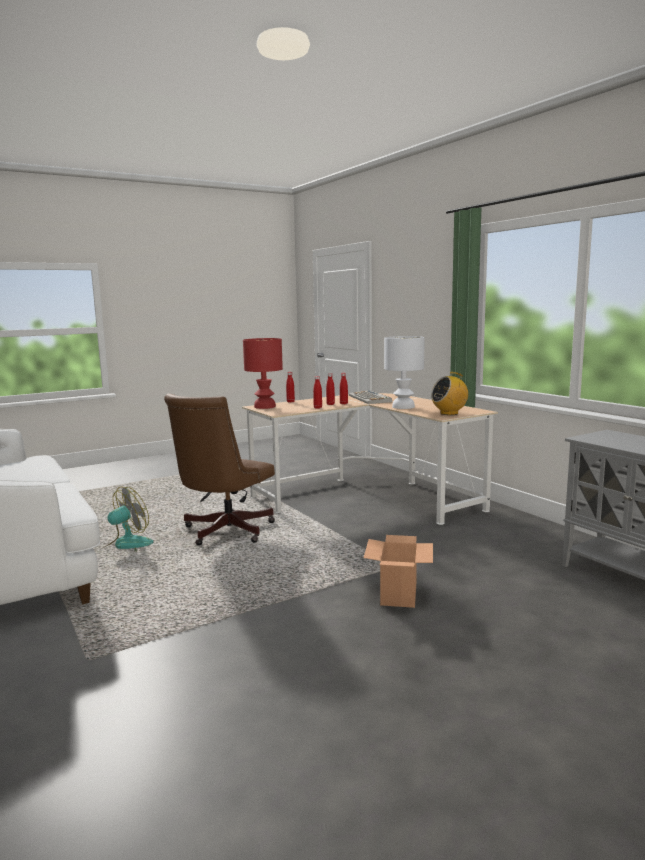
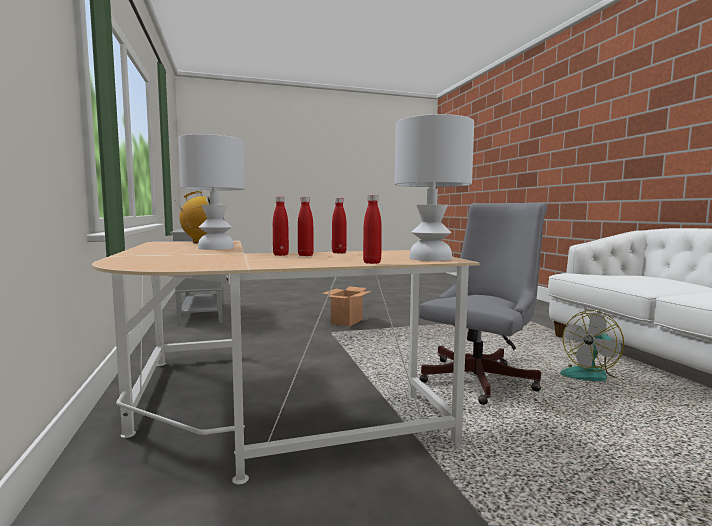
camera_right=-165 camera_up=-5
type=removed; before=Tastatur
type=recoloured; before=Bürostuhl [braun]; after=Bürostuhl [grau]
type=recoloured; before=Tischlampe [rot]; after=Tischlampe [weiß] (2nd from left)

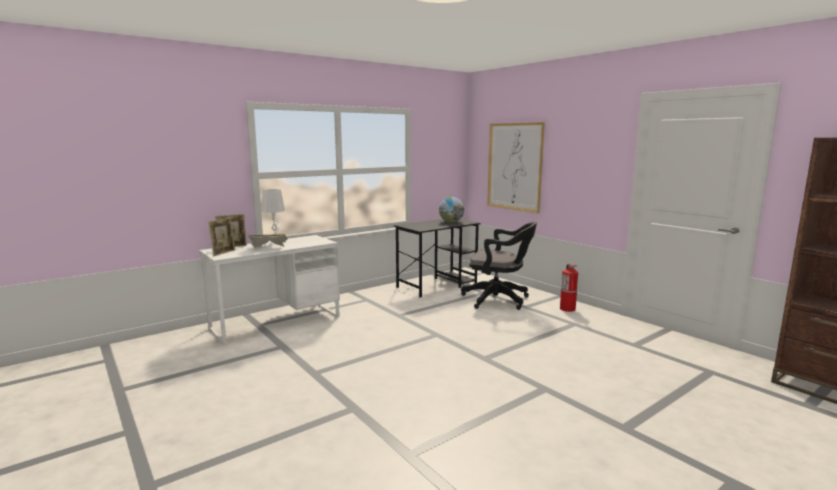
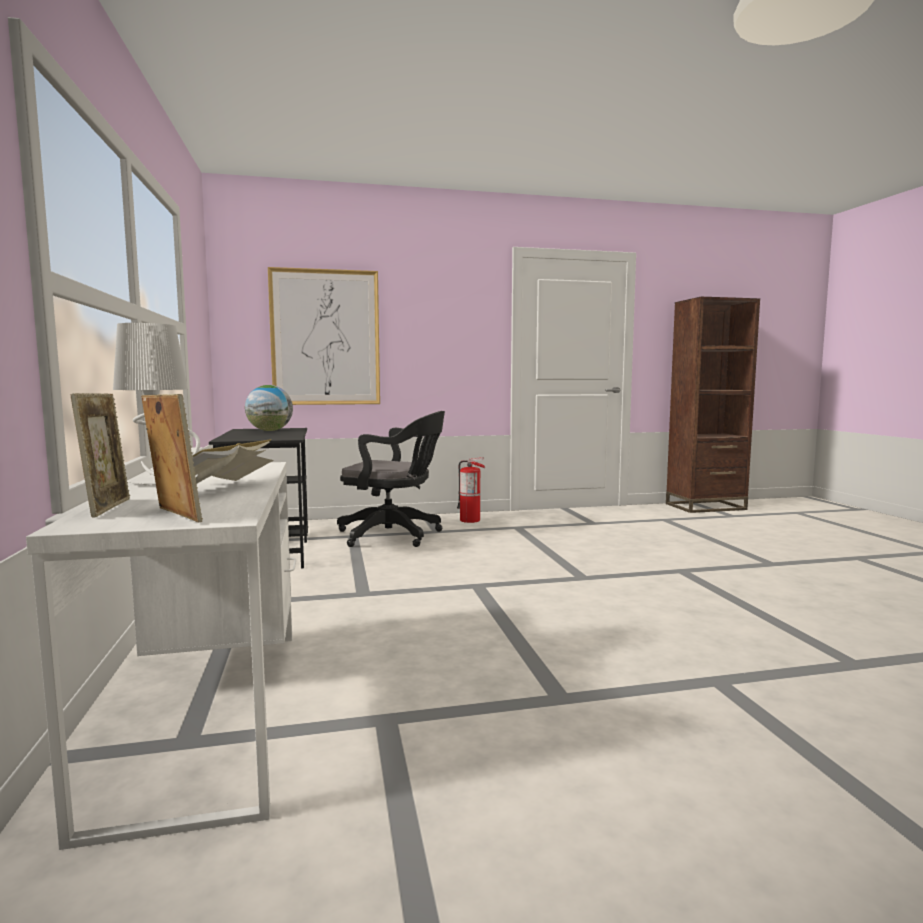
camera_right=-65 camera_up=-5
type=turned; before=Bürostuhl [schwarz]; turn=60

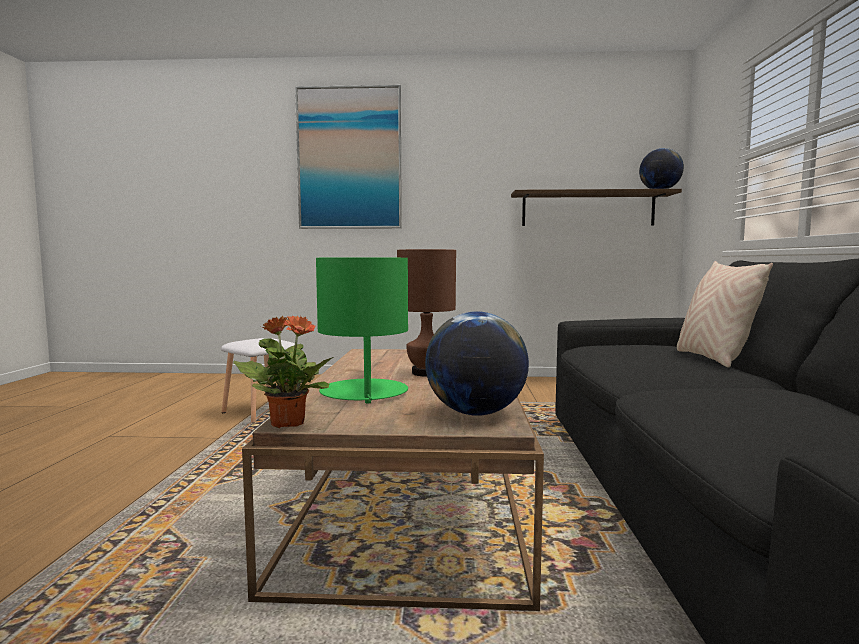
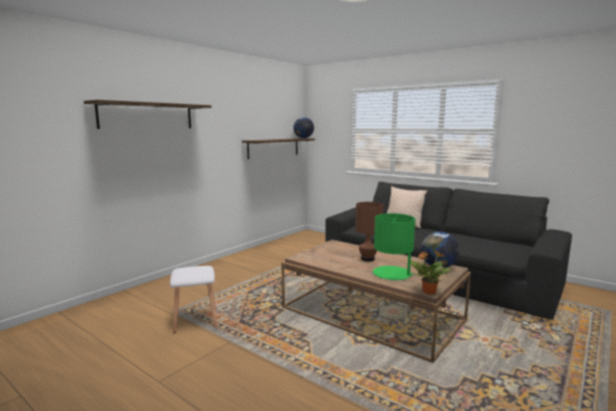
camera_right=-55 camera_up=5
type=replaced; before=Bild; after=Wandregal (1st from left)

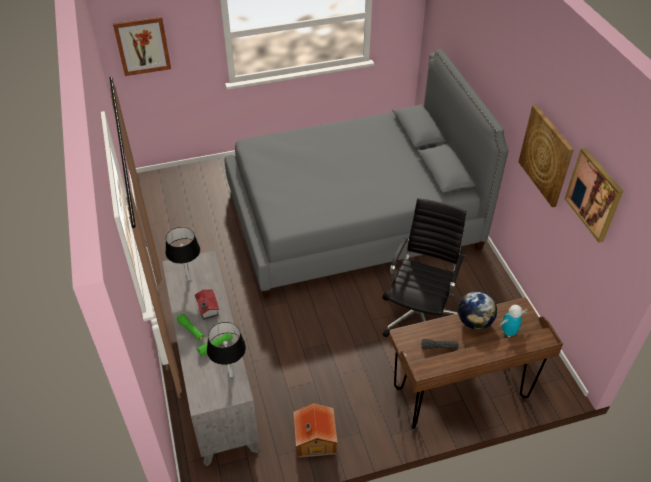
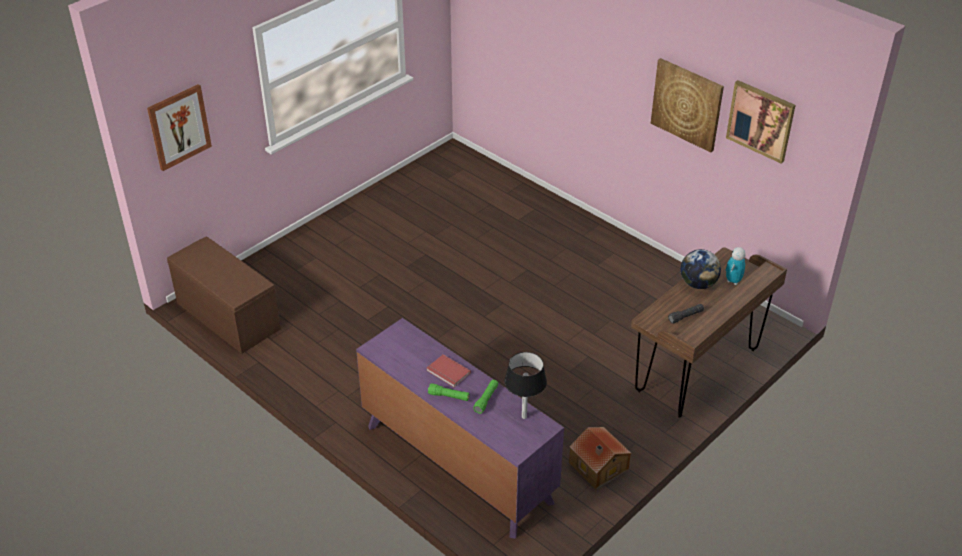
camera_right=-30 camera_up=-5
type=removed; before=Tischlampe [schwarz] (1st from left)
type=removed; before=Bett [grau]
type=removed; before=Bürostuhl [schwarz]
type=added; after=Bank [braun]
type=replaced; before=Spielzeughaus (1st from left); after=Buch [rot]
type=recoloured; before=Kommode [grau]; after=Kommode [lila]

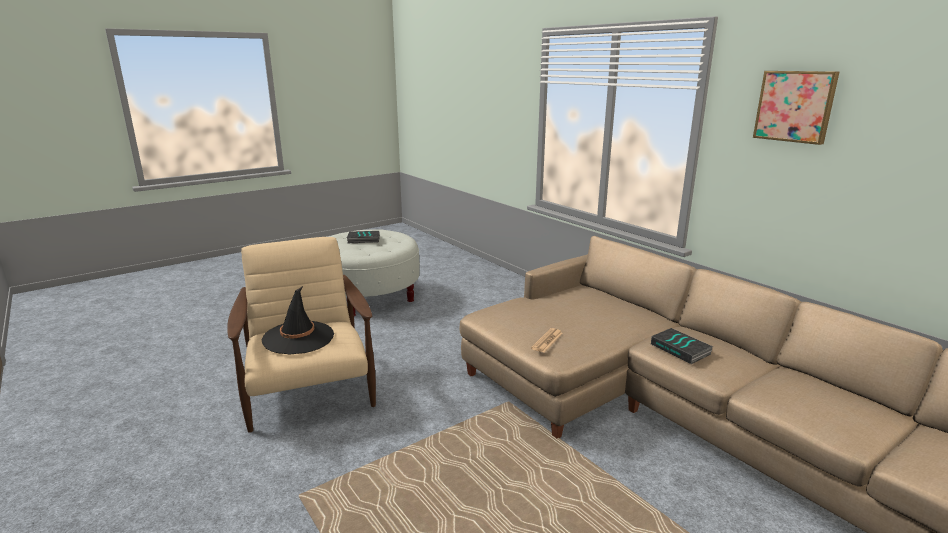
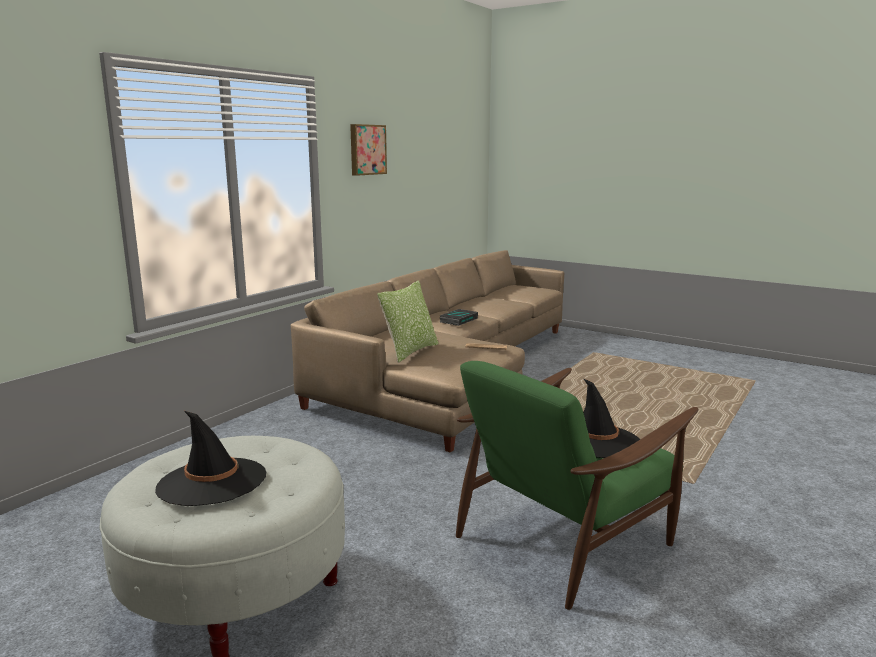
camera_right=-110 camera_up=-5
type=added; after=Kissen
type=replaced; before=Buch (1st from left); after=Hut [schwarz] (1st from left)
type=recoloured; before=Sessel [beige]; after=Sessel [grün]

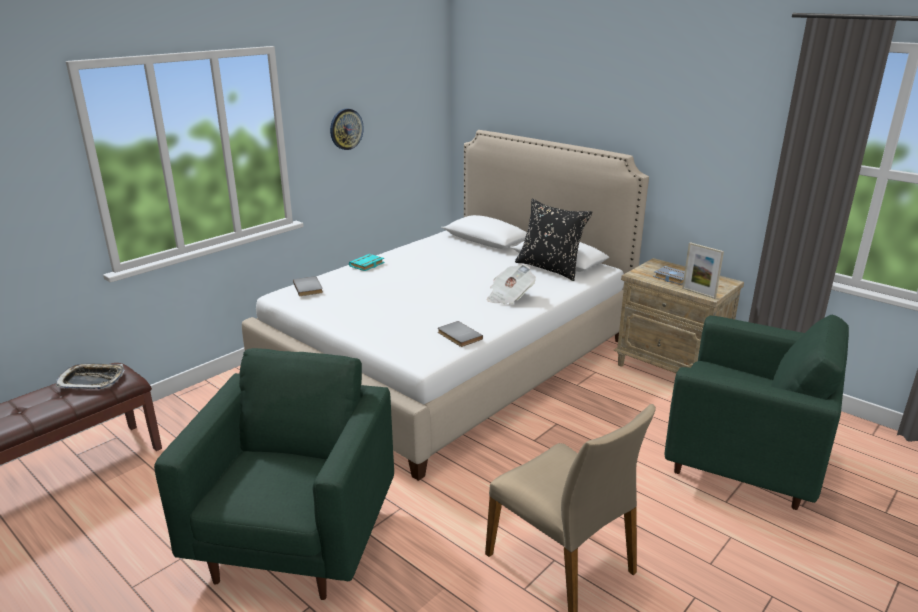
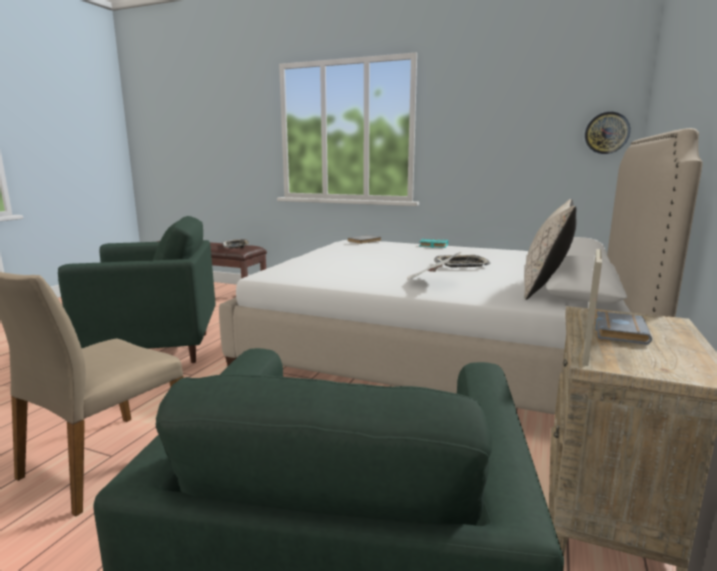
camera_right=70 camera_up=-10
type=removed; before=Buch [grau] (2nd from left)
type=added; after=Tablett (2nd from left)
type=moved; before=Wanduhr
type=recoloured; before=Kissen [schwarz]; after=Kissen [beige]

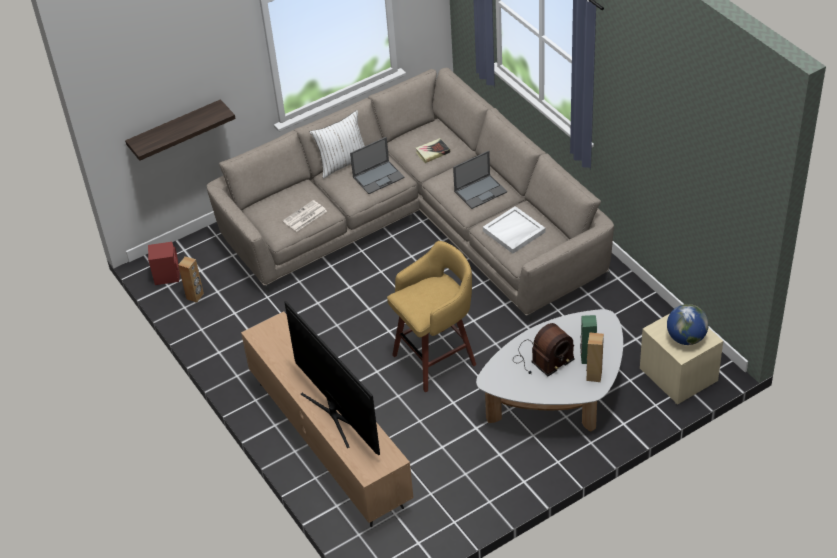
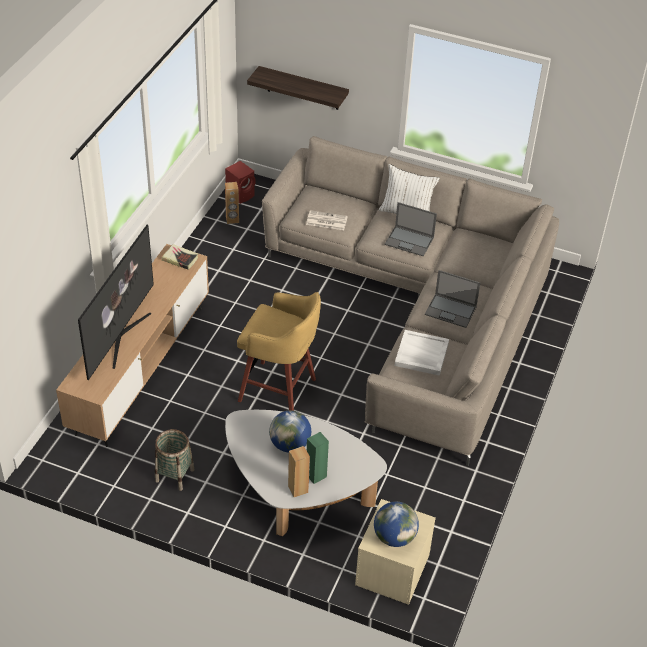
camera_right=50 camera_up=0
type=added; after=Korb
type=moved; before=Buch
type=replaced; before=Radio; after=Globus (1st from left)

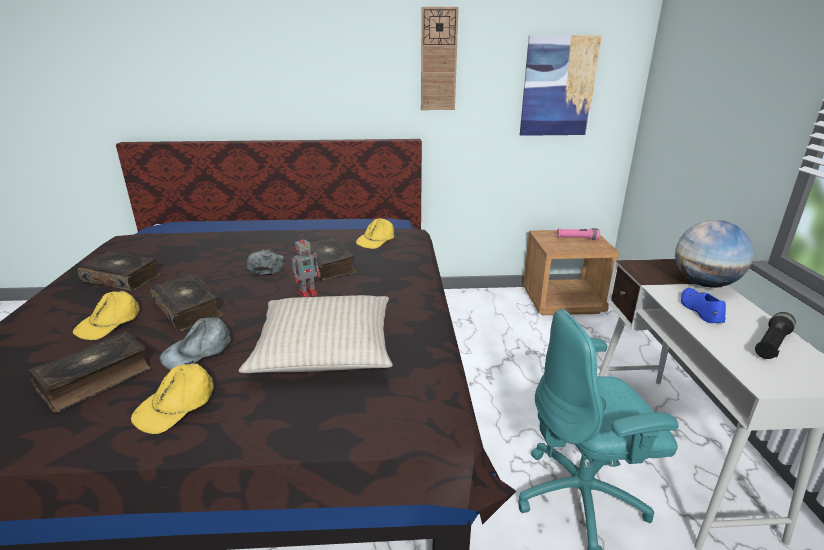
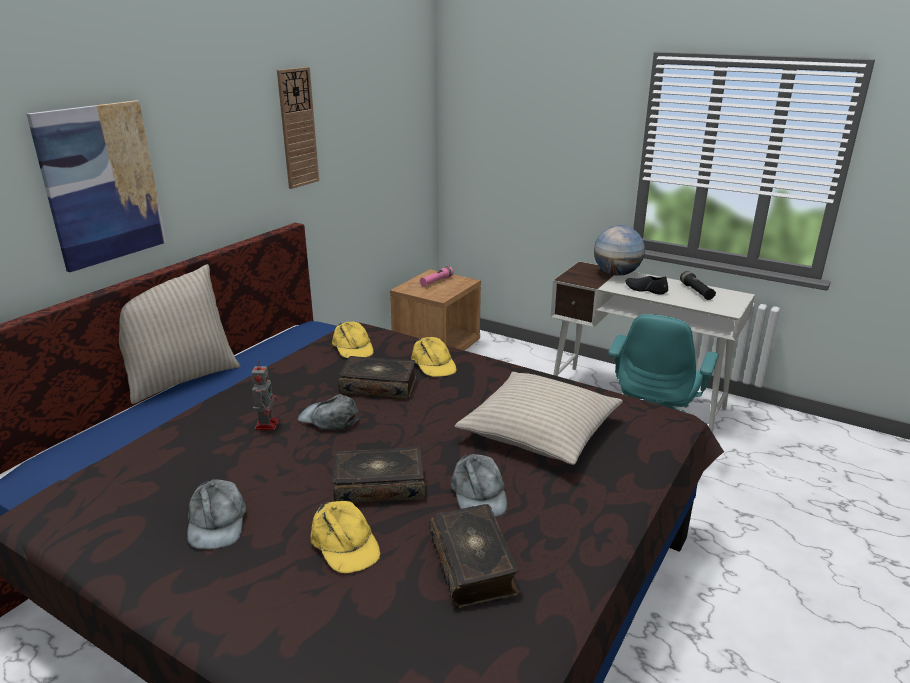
camera_right=-55 camera_up=0
type=added; after=Kissen [beige] (1st from left)
type=moved; before=Kappe [gelb] (2nd from left in the first image); after=Kappe [gelb] (3rd from left)
type=moved; before=Spielzeugroboter
type=moved; before=Bild
type=replaced; before=Buch (2nd from left); after=Kappe [grau] (1st from left)
type=recoloured; before=Schuh [blau]; after=Schuh [schwarz]

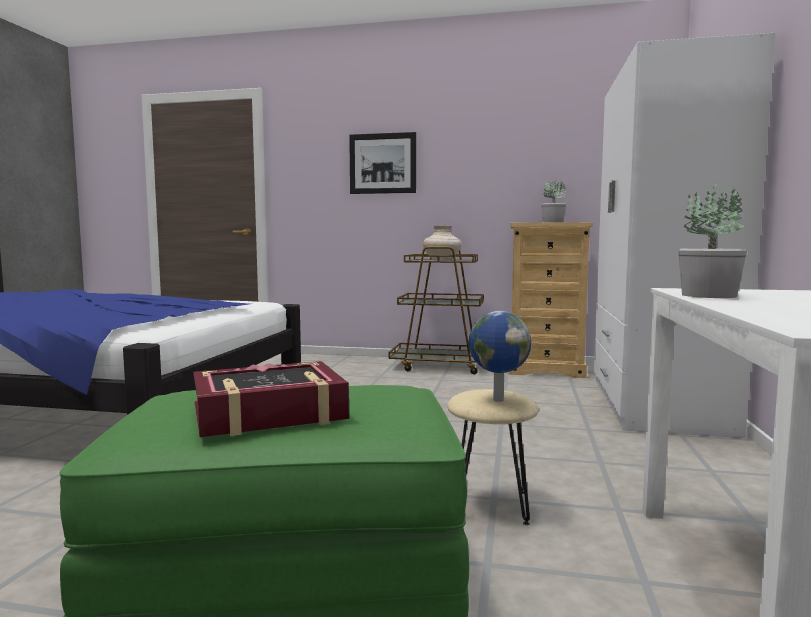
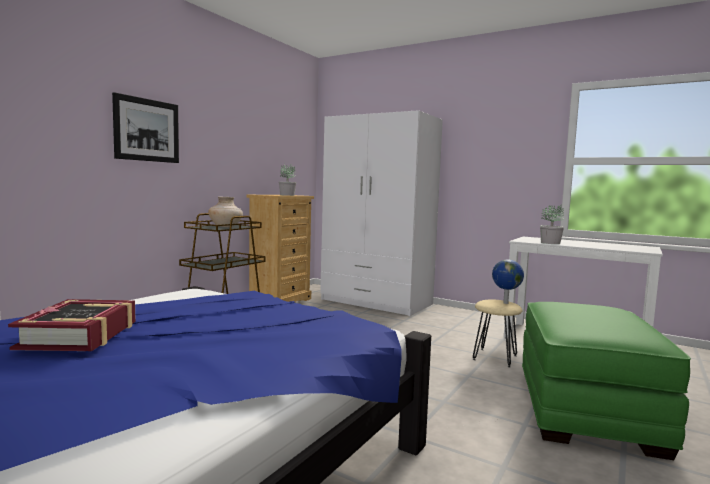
camera_right=-70 camera_up=0
type=moved; before=Buch

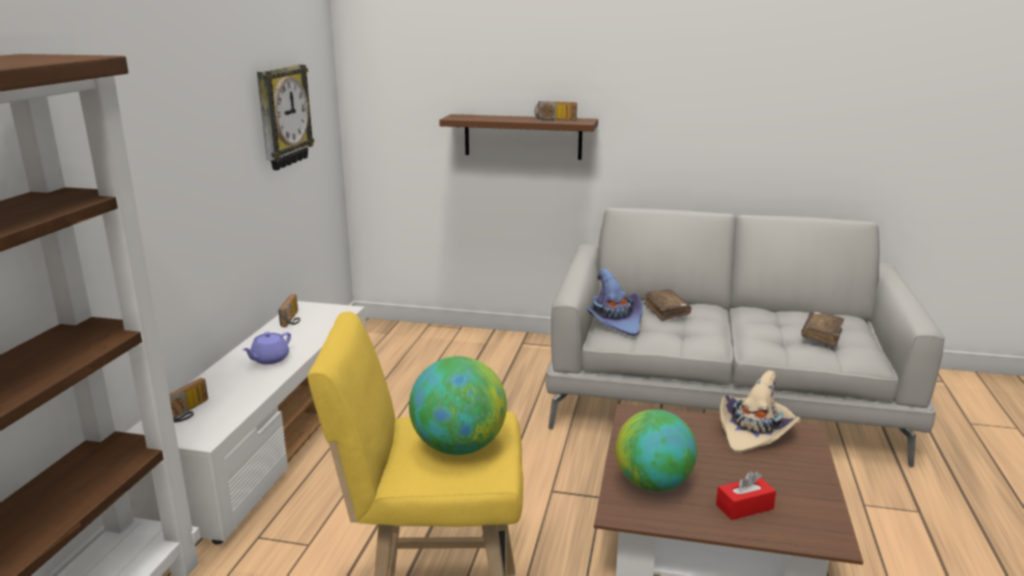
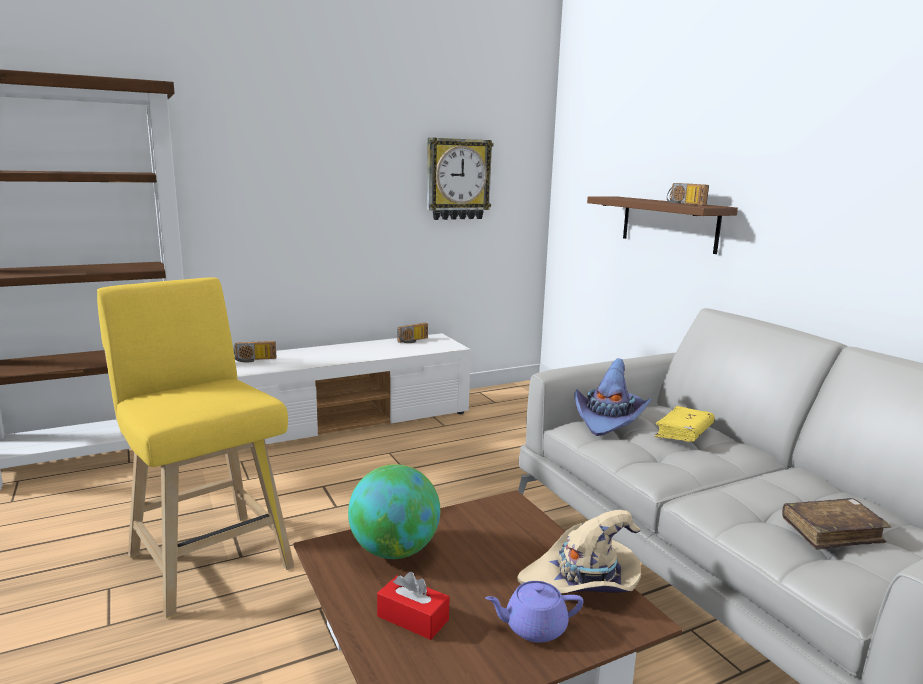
camera_right=50 camera_up=-5
type=removed; before=Globus (1st from left)
type=moved; before=Teekanne [lila]
type=recoloured; before=Buch [braun] (1st from left); after=Buch [gelb]

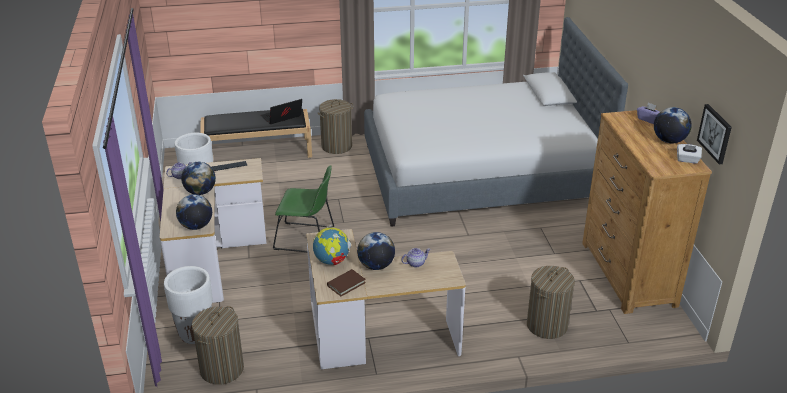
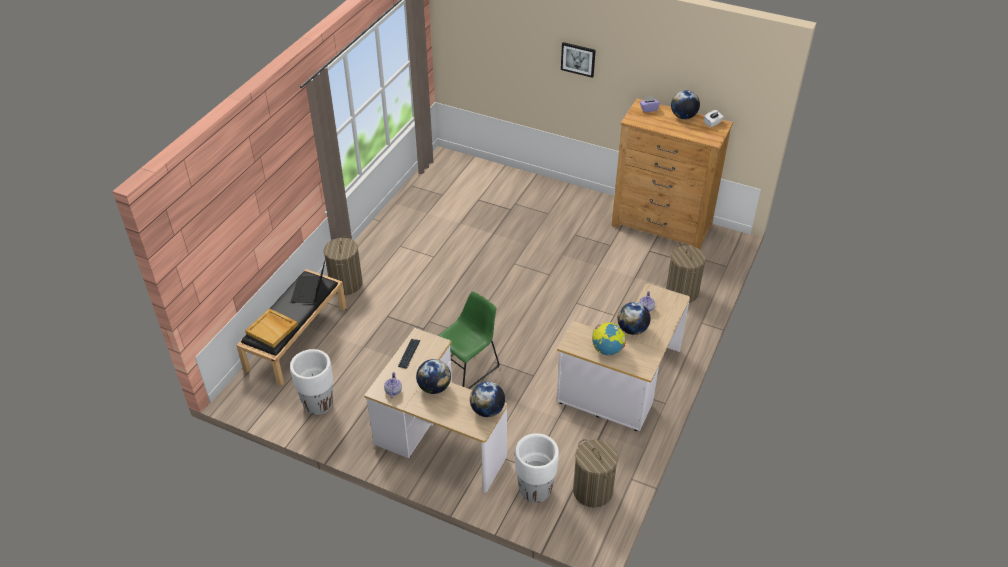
camera_right=-55 camera_up=10
type=removed; before=Buch [braun]
type=removed; before=Bett
type=added; after=Tablett [beige]
type=moved; before=Bild

